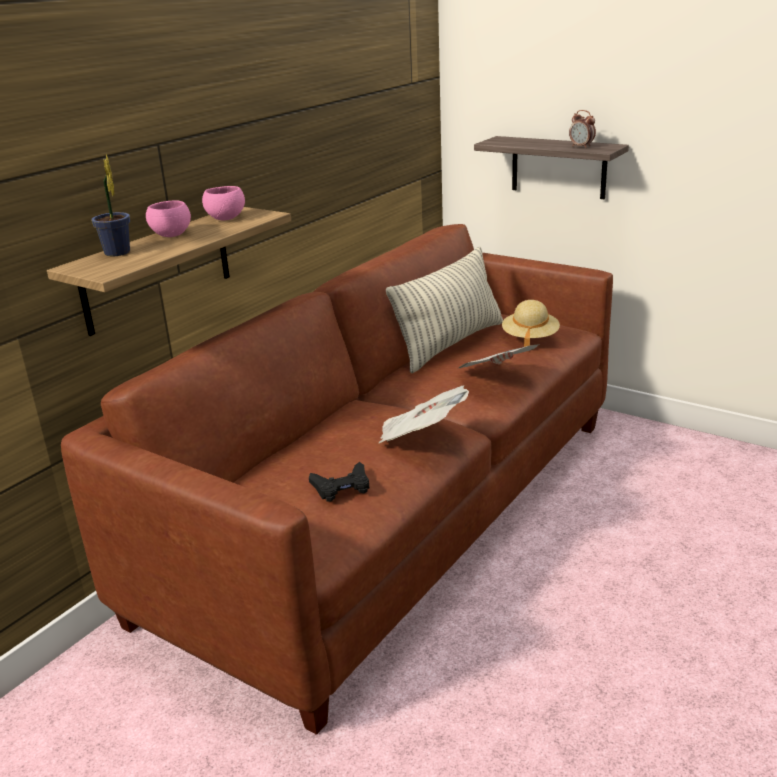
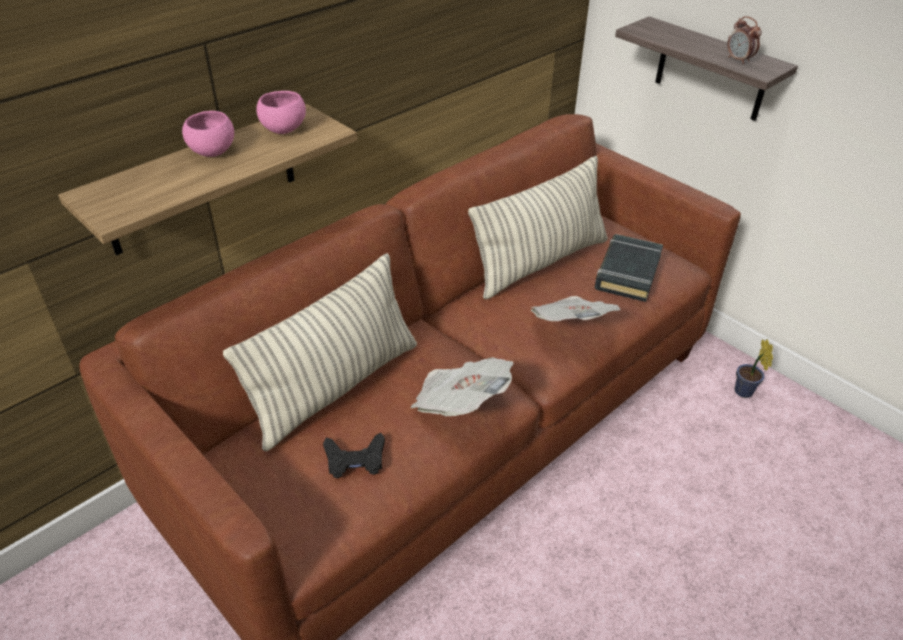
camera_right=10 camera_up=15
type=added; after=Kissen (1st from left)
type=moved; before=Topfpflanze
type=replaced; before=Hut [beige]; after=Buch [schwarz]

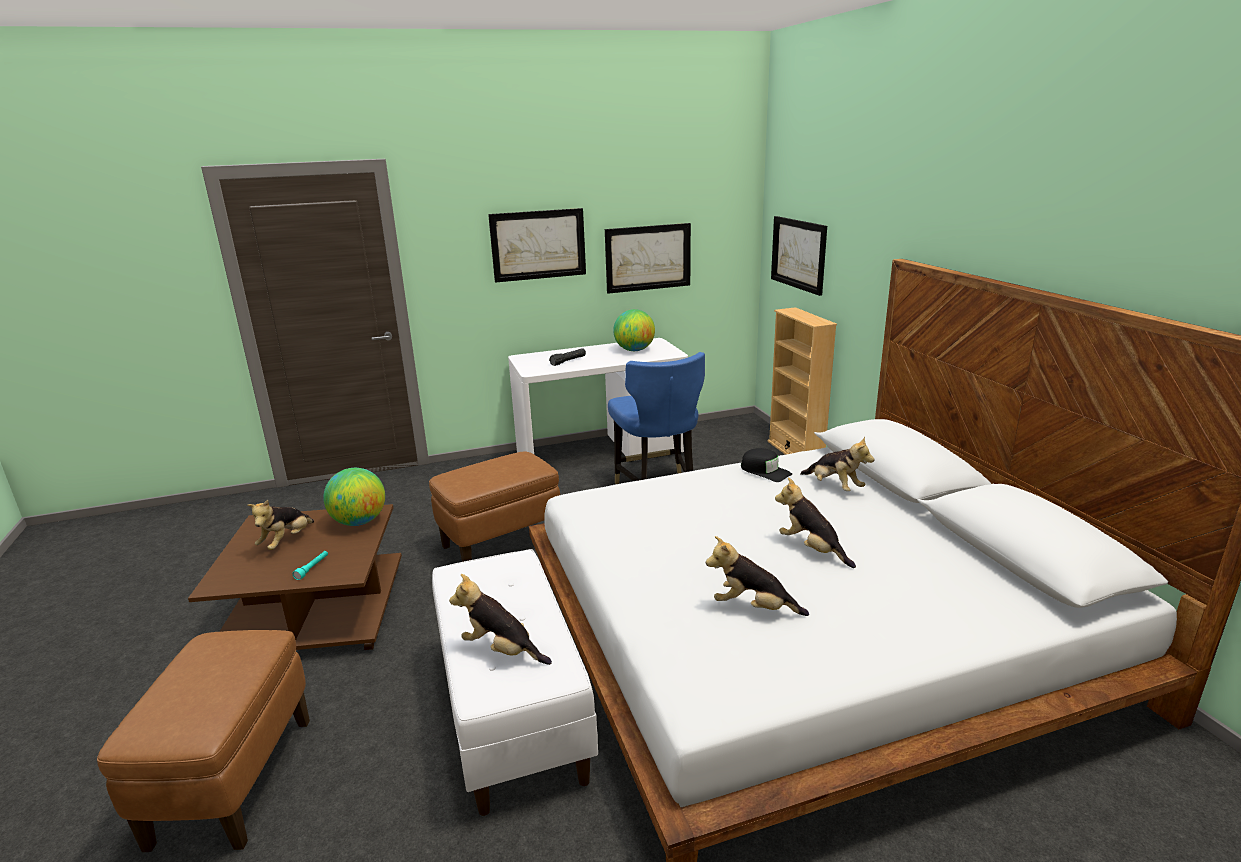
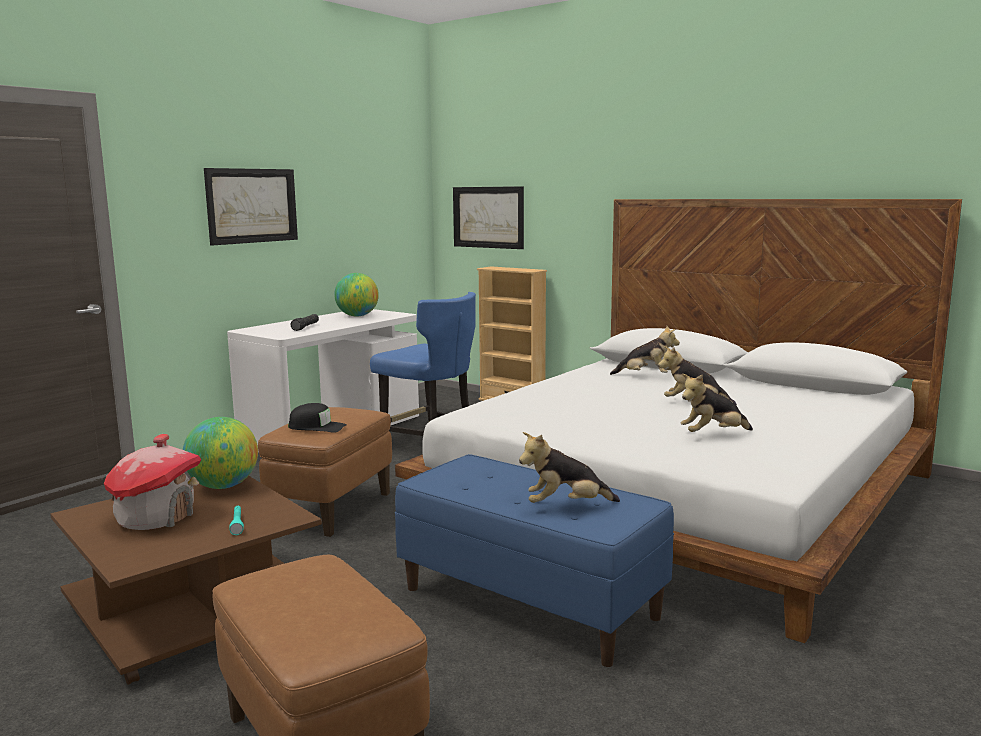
camera_right=-35 camera_up=-10
type=removed; before=Bild (2nd from left)
type=moved; before=Kappe [schwarz]
type=replaced; before=Plüschtier (1st from left); after=Spielzeughaus
type=recoloured; before=Bank [weiß]; after=Bank [blau]

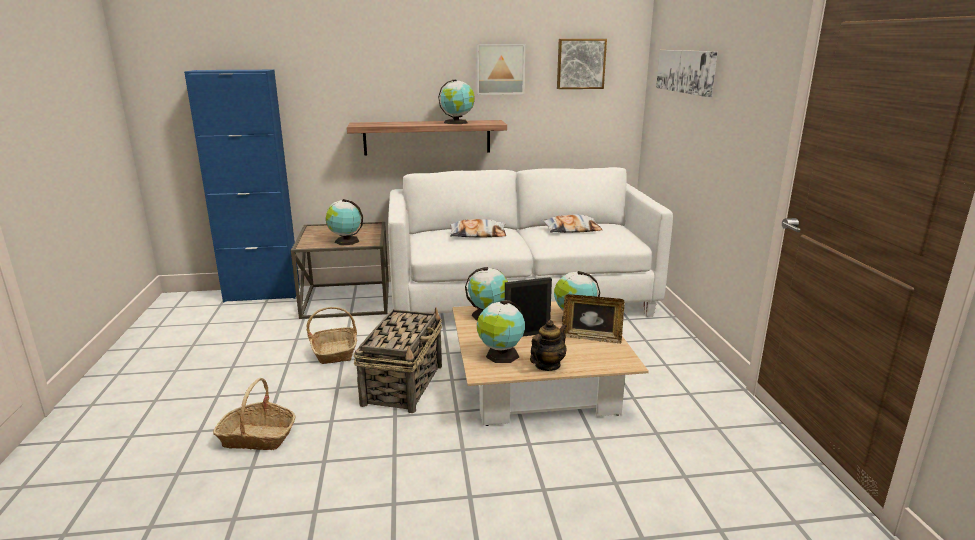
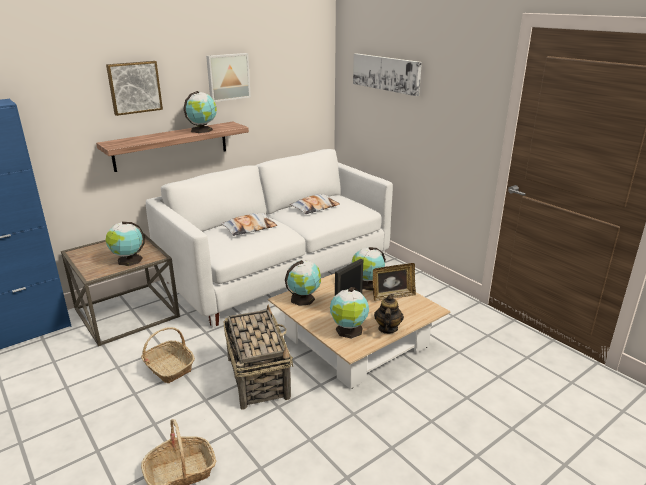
camera_right=-30 camera_up=5
type=moved; before=Bild (2nd from left in the first image); after=Bild (1st from left)

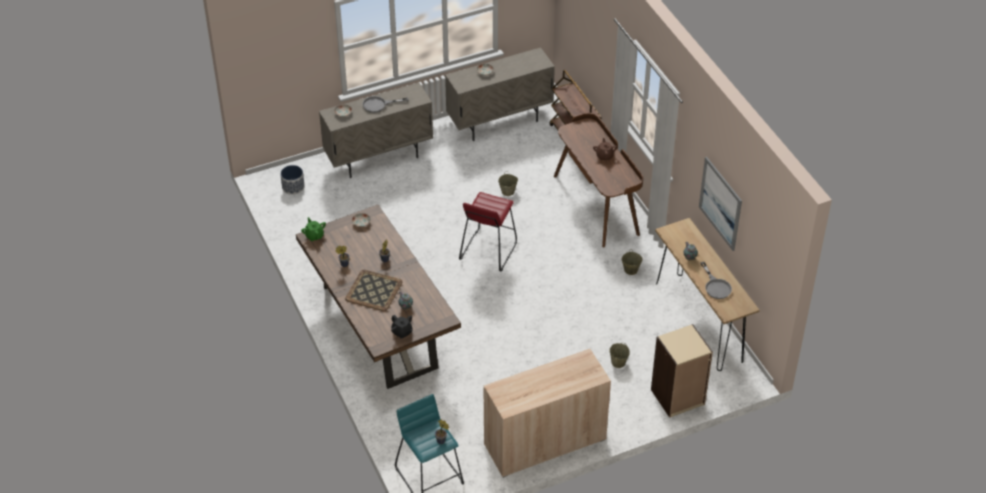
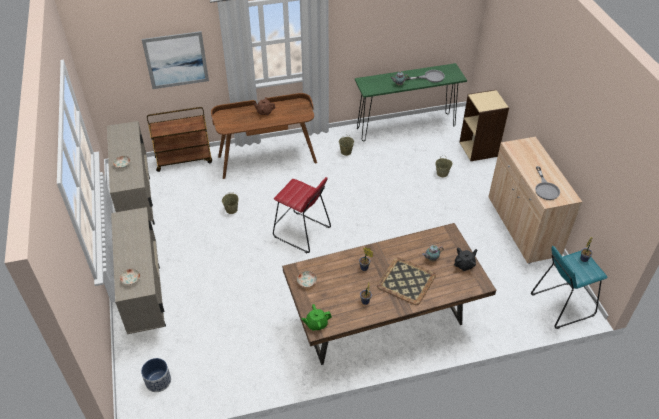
camera_right=-80 camera_up=0
type=moved; before=Pfanne [grau] (1st from left in the first image); after=Pfanne [grau] (2nd from left)
type=moved; before=Bild
type=recoloured; before=Konsolentisch [braun]; after=Konsolentisch [grün]

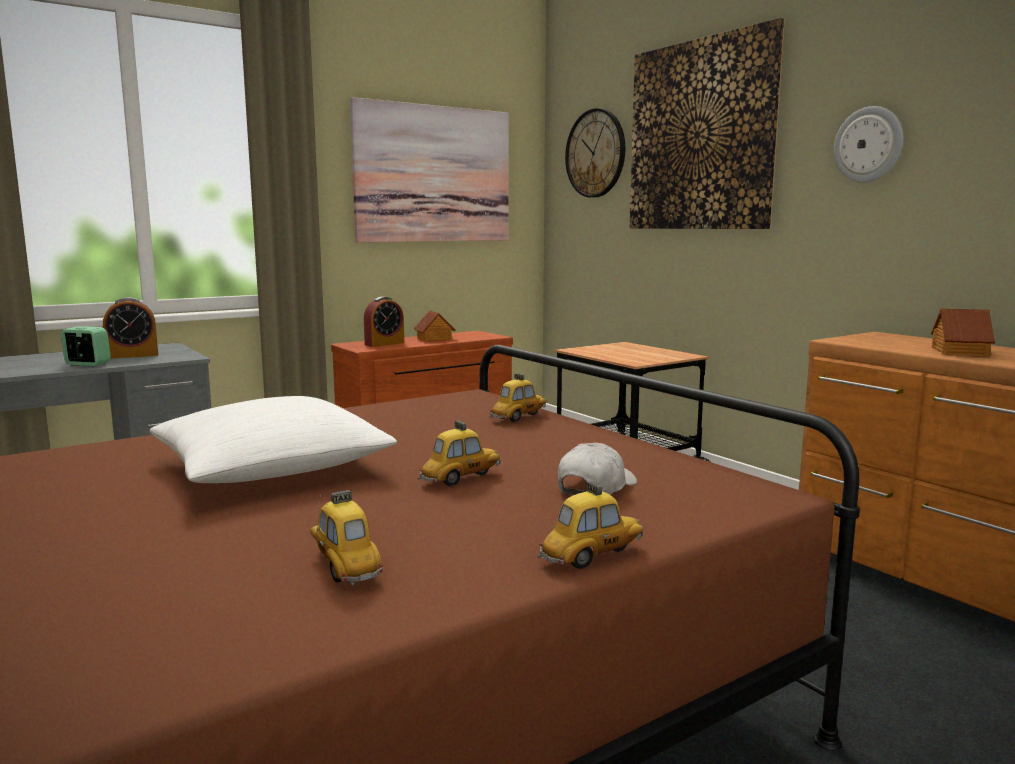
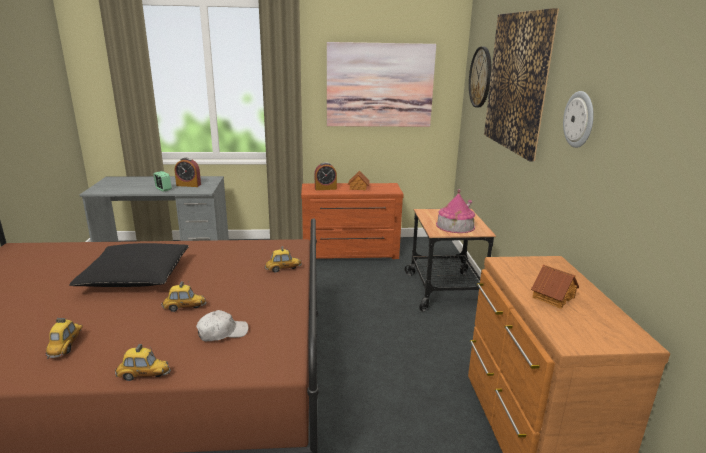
camera_right=30 camera_up=10
type=added; after=Spielzeughaus (2nd from left)
type=recoloured; before=Kissen [weiß]; after=Kissen [schwarz]

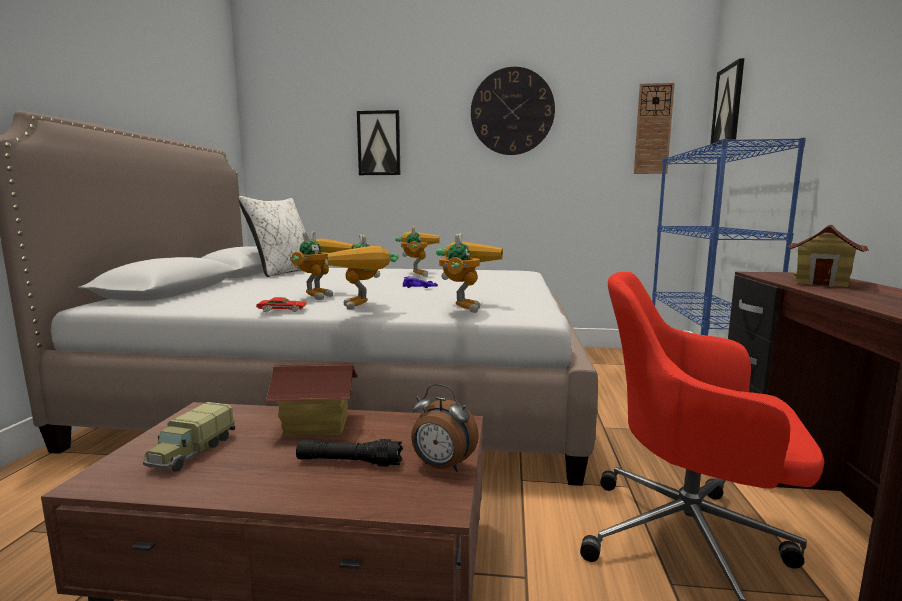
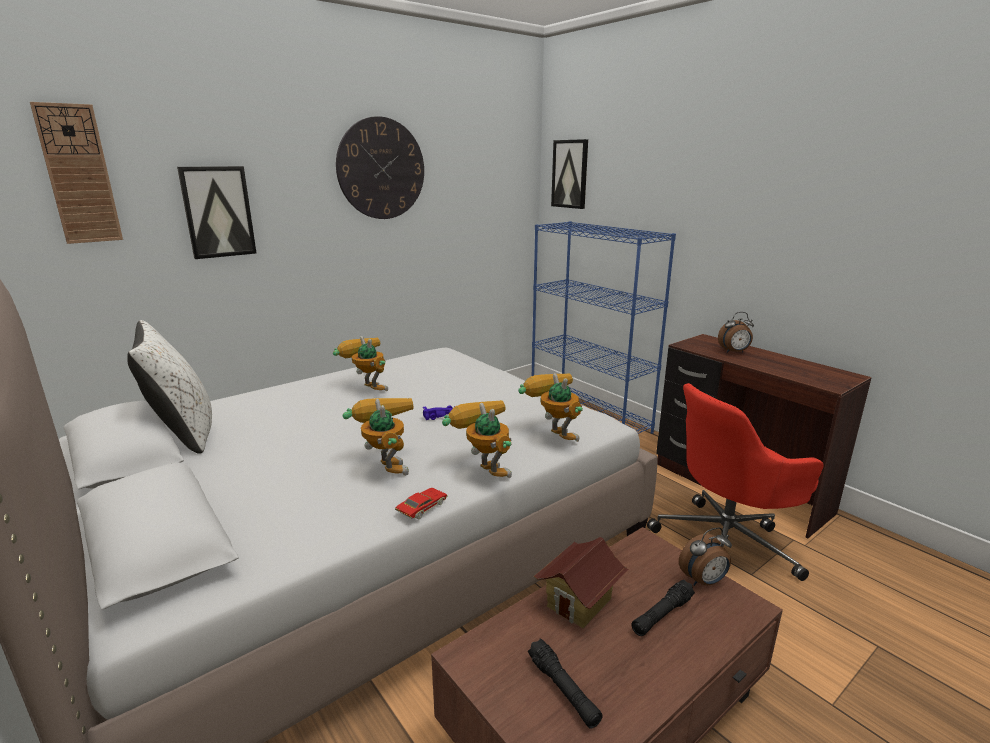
camera_right=-45 camera_up=10
type=moved; before=Wanduhr (2nd from left in the first image); after=Wanduhr (1st from left)
type=replaced; before=Spielzeuglaster; after=Taschenlampe [schwarz] (1st from left)
type=replaced; before=Spielzeughaus (2nd from left); after=Wecker (2nd from left)
type=turned; before=Spielzeugroboter (2nd from left in the first image); turn=-150

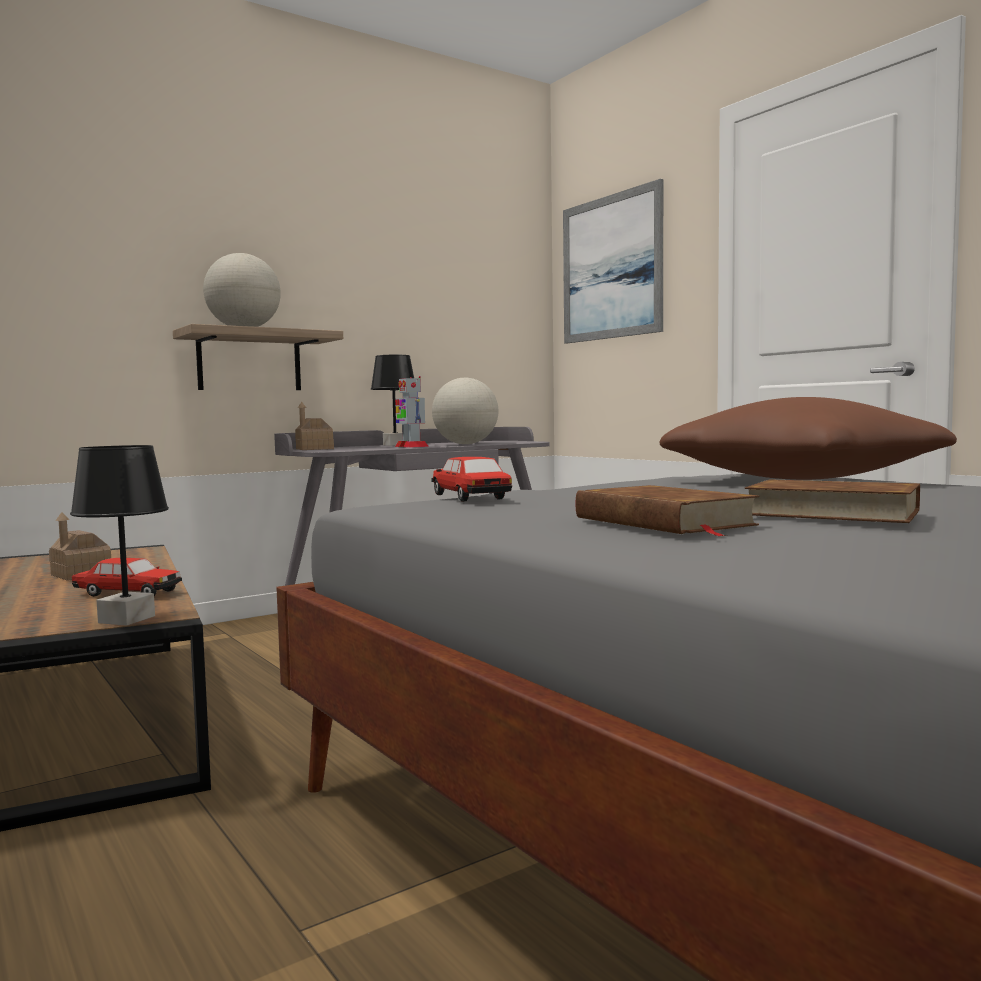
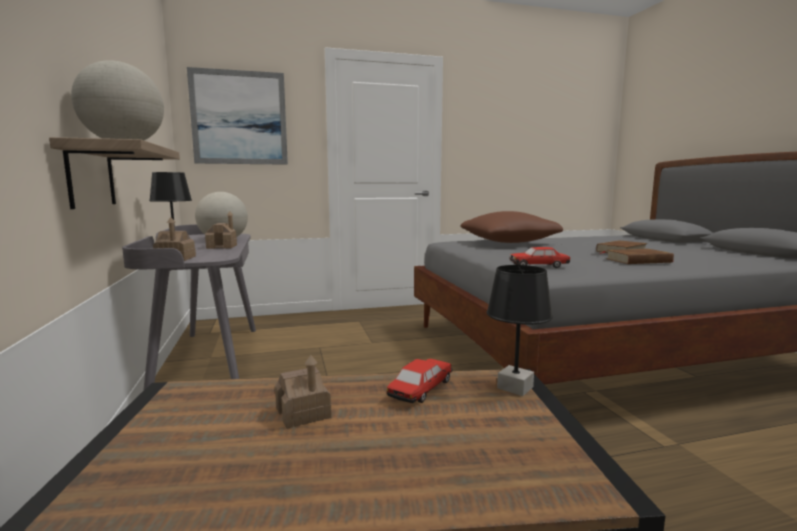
camera_right=-70 camera_up=5
type=replaced; before=Spielzeugroboter; after=Spielzeughaus (2nd from left)

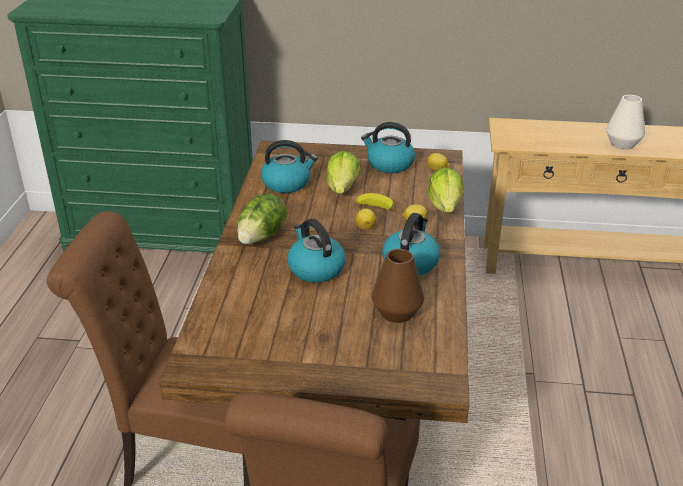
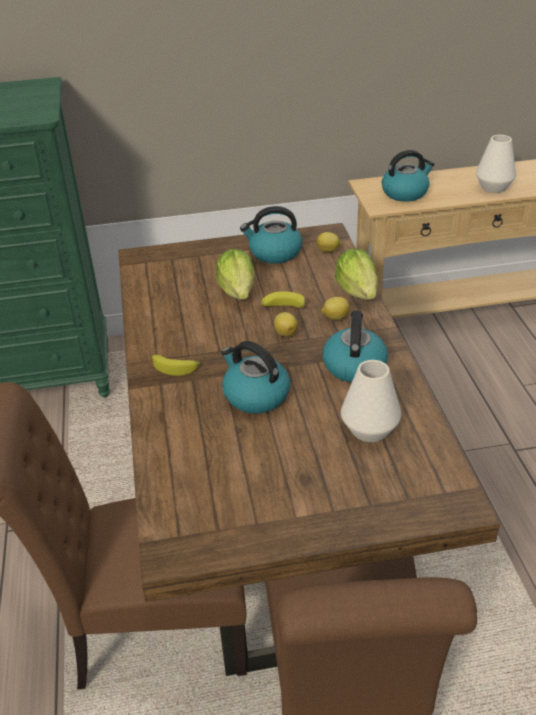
camera_right=-15 camera_up=5
type=moved; before=Wasserkessel (1st from left in the first image); after=Wasserkessel (4th from left)
type=replaced; before=Salatkopf (1st from left); after=Banane (1st from left)
type=recoloured; before=Vase [braun]; after=Vase [weiß] (1st from left)

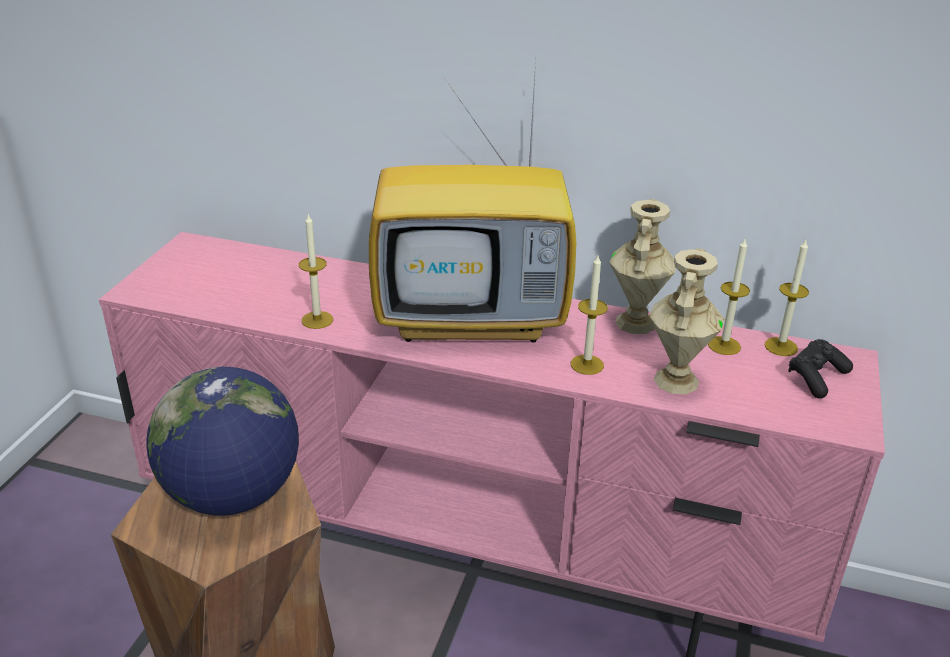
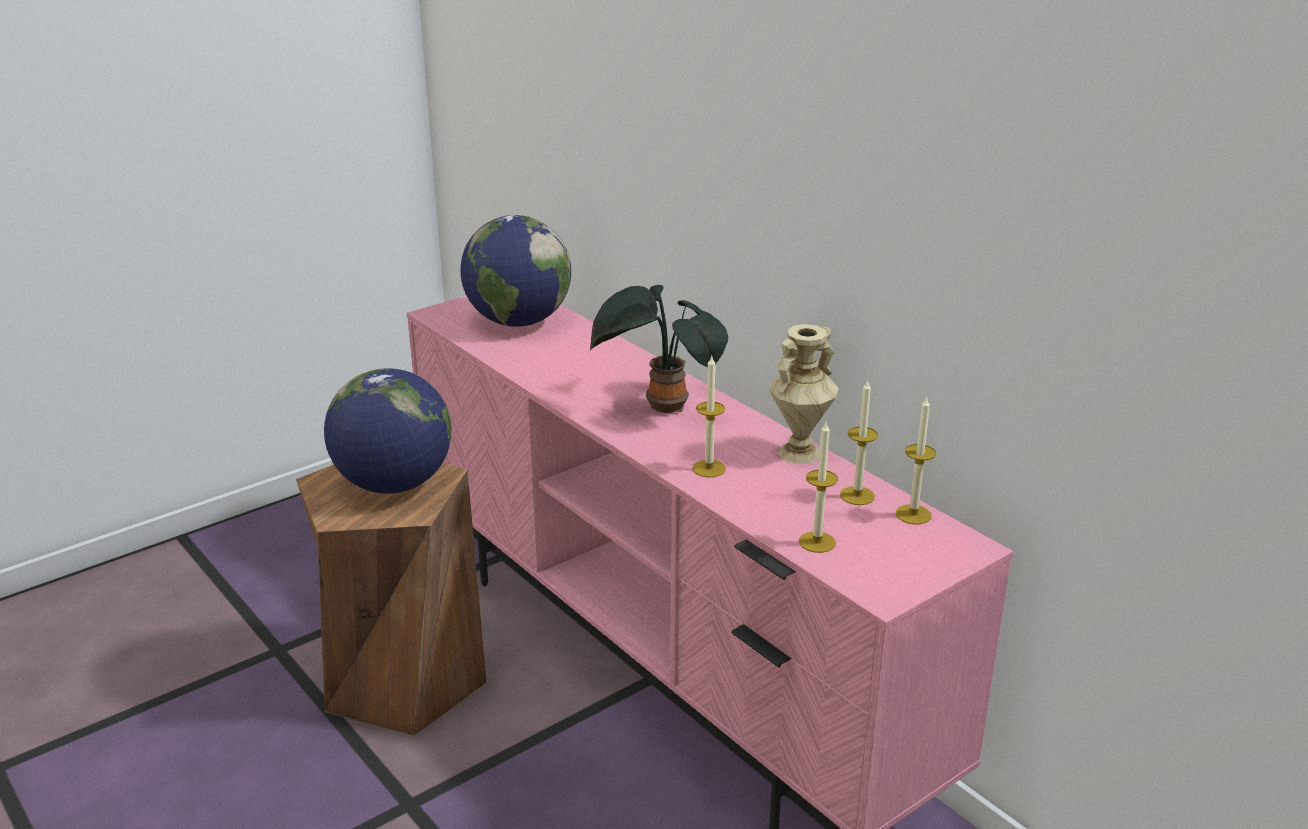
camera_right=35 camera_up=-5
type=removed; before=Vase [beige] (2nd from left)
type=removed; before=Gamepad [schwarz]
type=added; after=Globus (2nd from left)
type=moved; before=Kerze (1st from left in the first image); after=Kerze (2nd from left)
type=replaced; before=Fernseher; after=Topfpflanze

